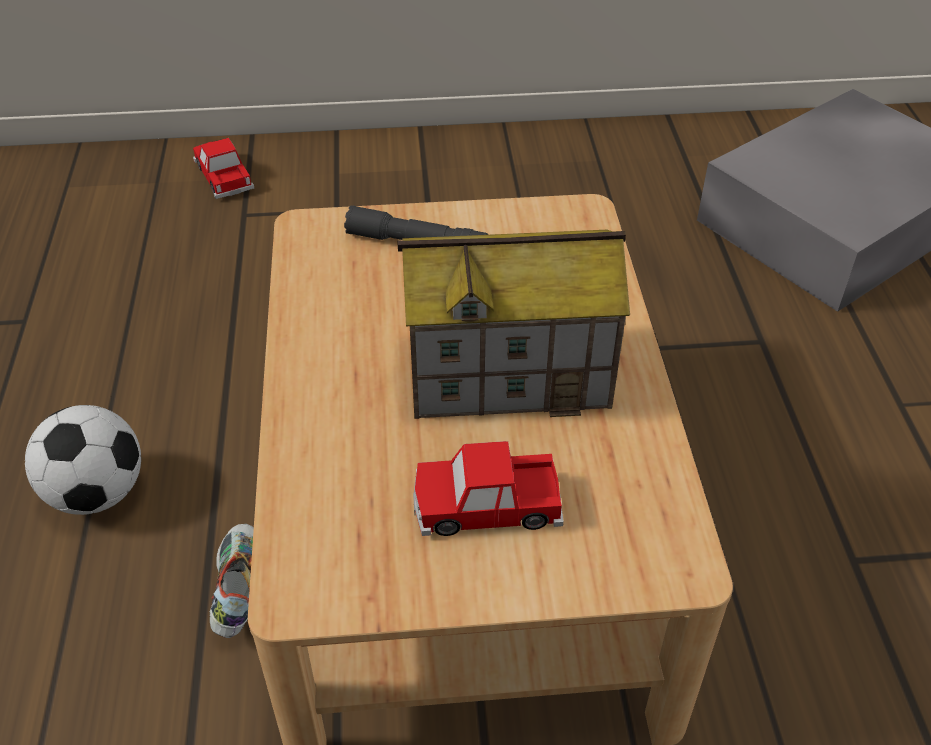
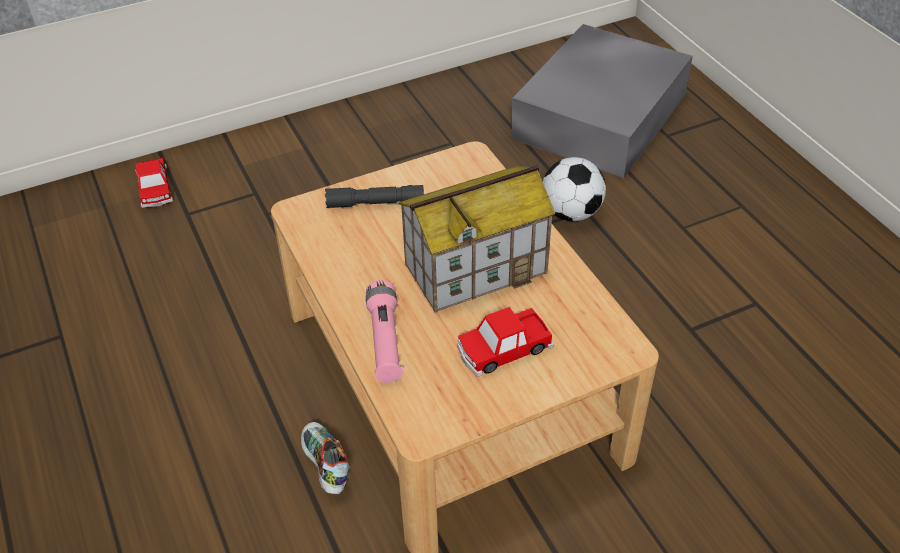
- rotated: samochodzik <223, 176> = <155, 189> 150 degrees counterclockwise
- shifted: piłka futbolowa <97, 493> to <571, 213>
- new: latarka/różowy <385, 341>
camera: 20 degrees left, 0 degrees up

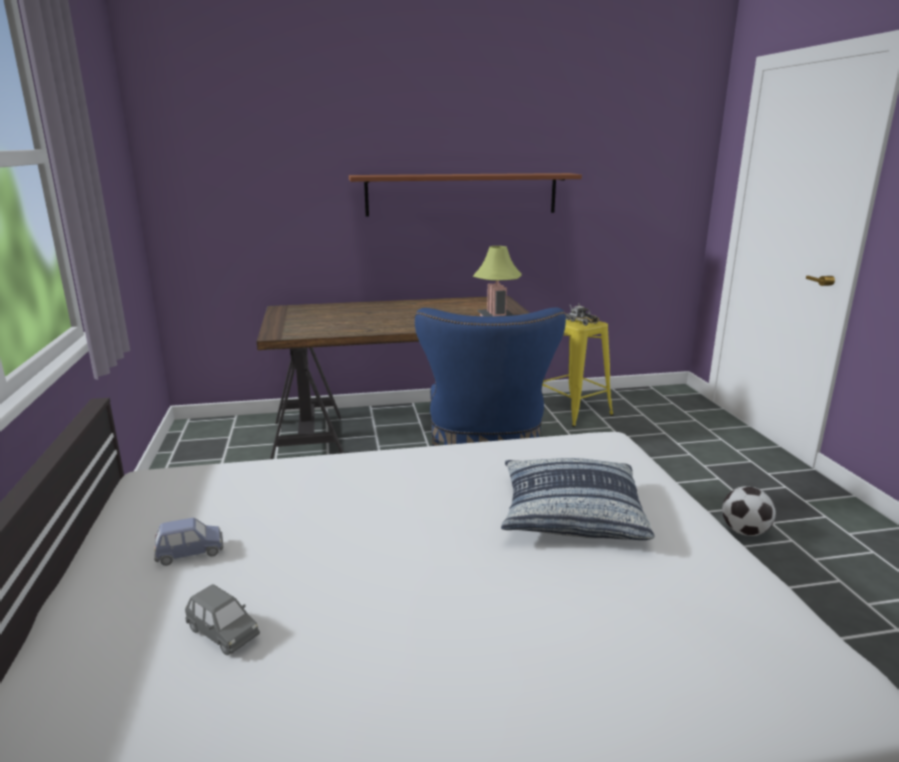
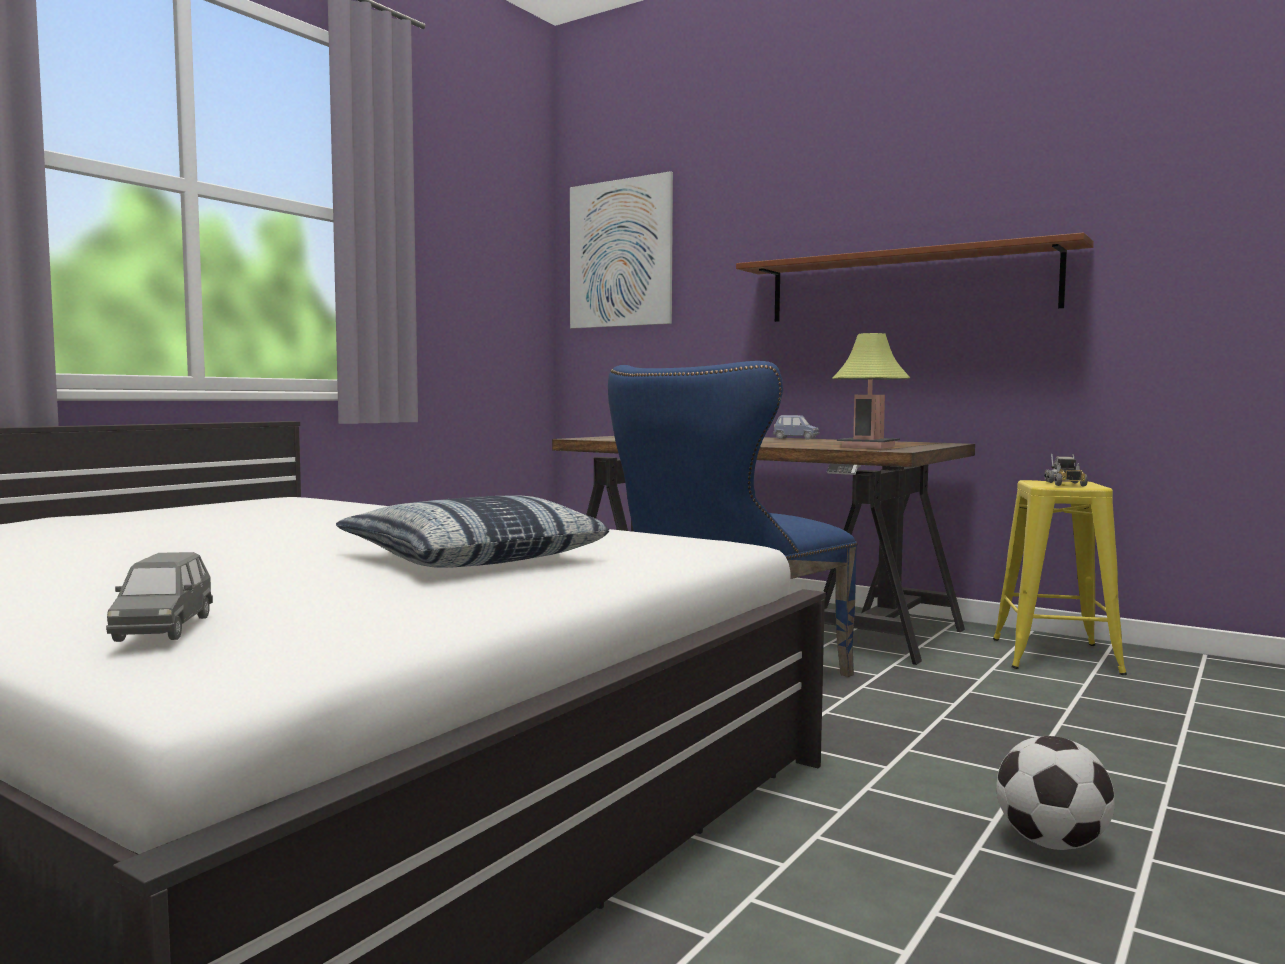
- shifted: samochodzik/niebieski <190, 553> to <796, 438>
- shifted: samochodzik/szary <223, 633> to <163, 629>
- new: obraz <620, 253>
camera: 45 degrees right, 15 degrees down

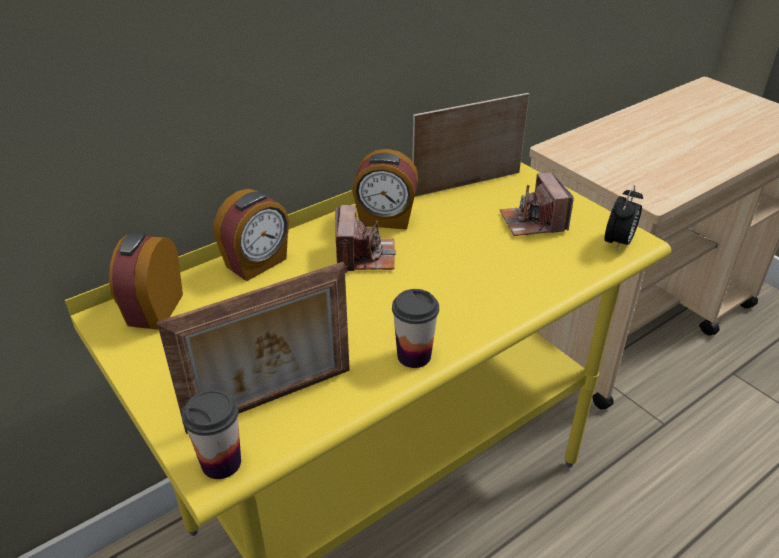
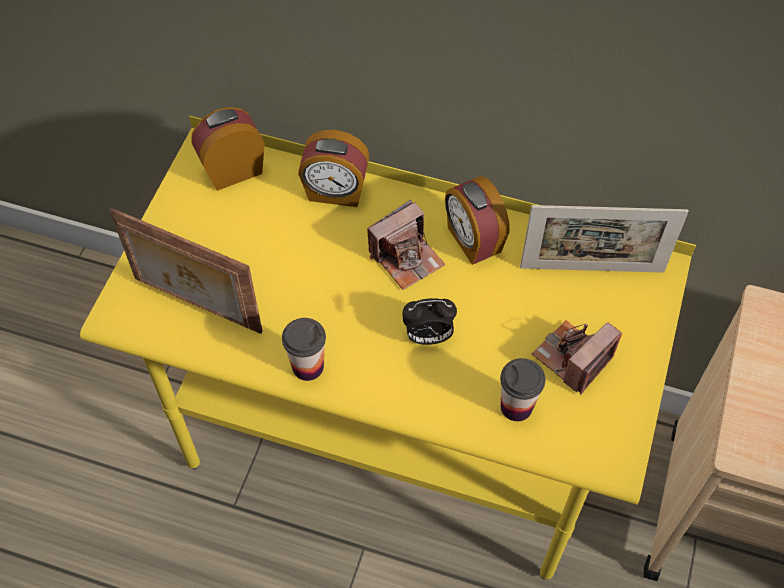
- rotated: ramka na zdjęcie <466, 184> = <592, 269> 150 degrees clockwise
- shifted: budzik <618, 243> to <428, 336>
- shifted: filiżanka <221, 463> to <516, 406>
camera: 55 degrees right, 20 degrees up

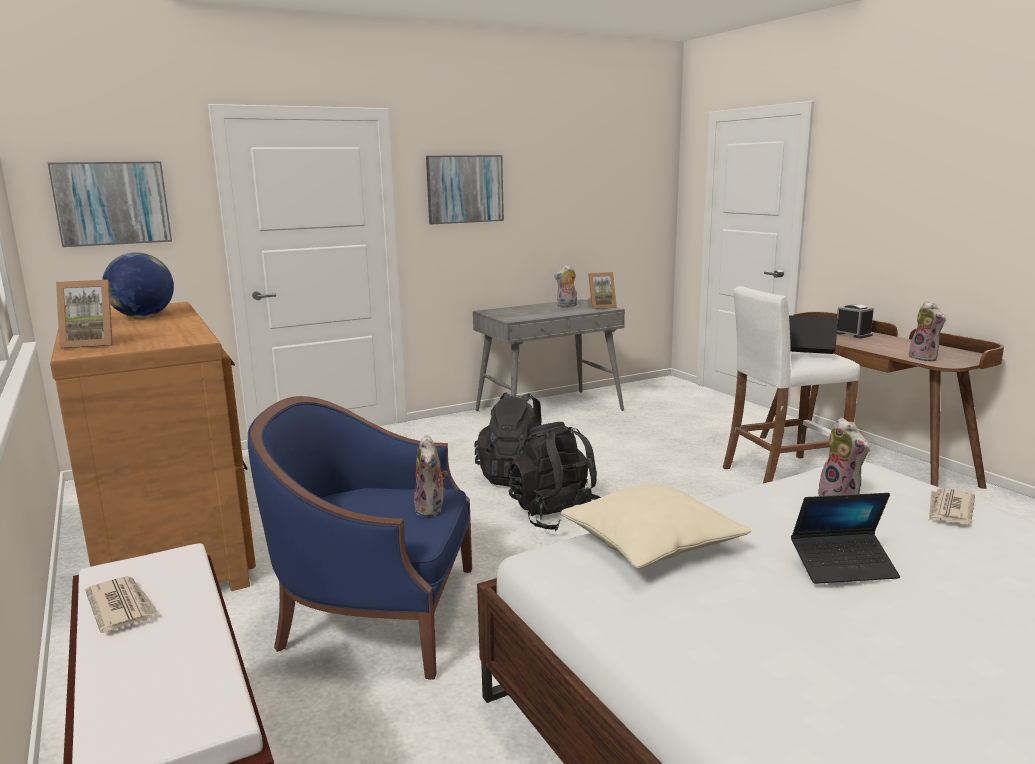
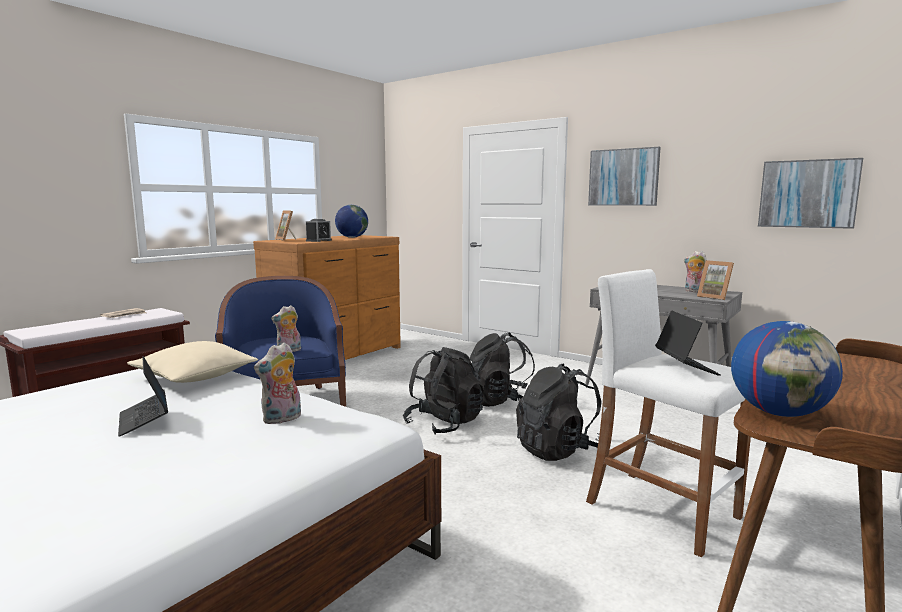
- shifted: obraz <112, 203> to <808, 194>
- swapped: pluszak <925, 358> to globus <779, 413>
- shifted: budzik <853, 334> to <318, 241>
- gone: gazeta <949, 509>
- new: plecak/czarny <558, 450>
camera: 65 degrees right, 5 degrees down

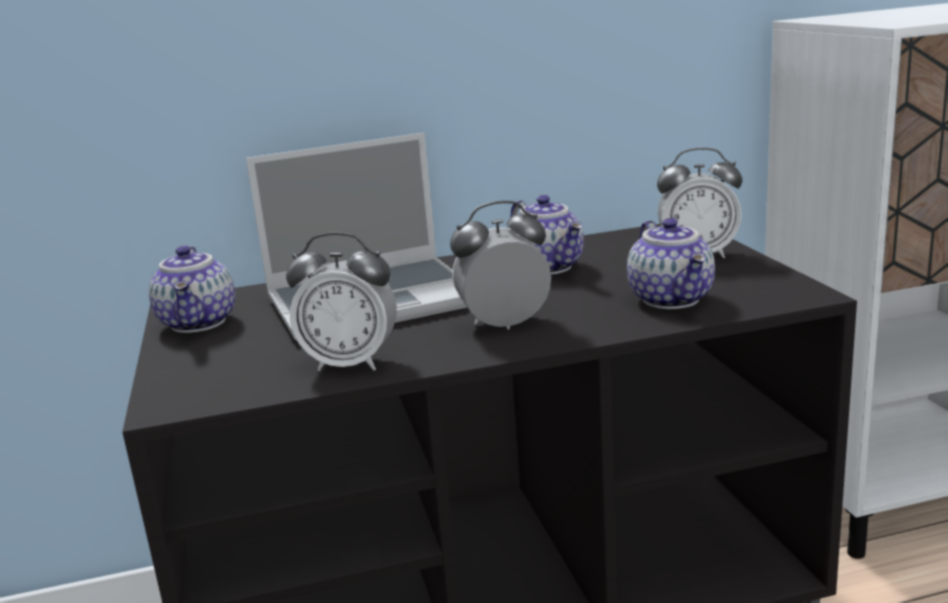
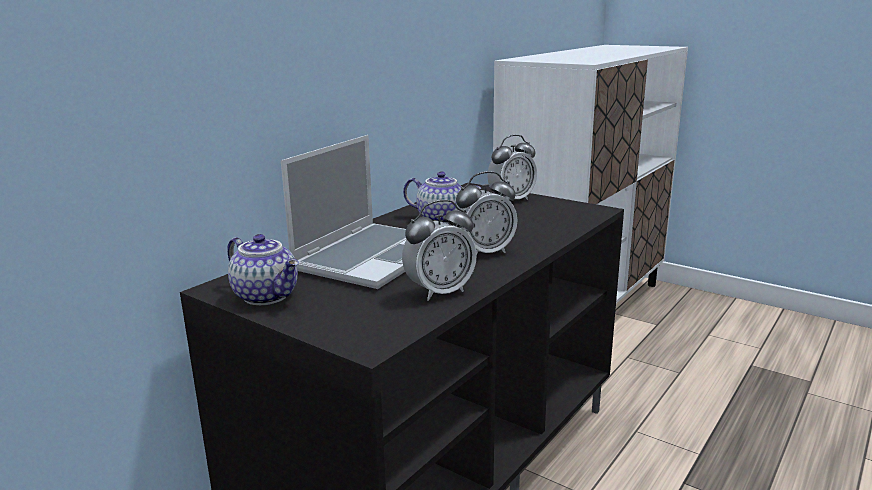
- rotated: budzik <504, 324> = <484, 252> 150 degrees counterclockwise
- gone: imbryk <673, 299>
camera: 40 degrees left, 0 degrees up

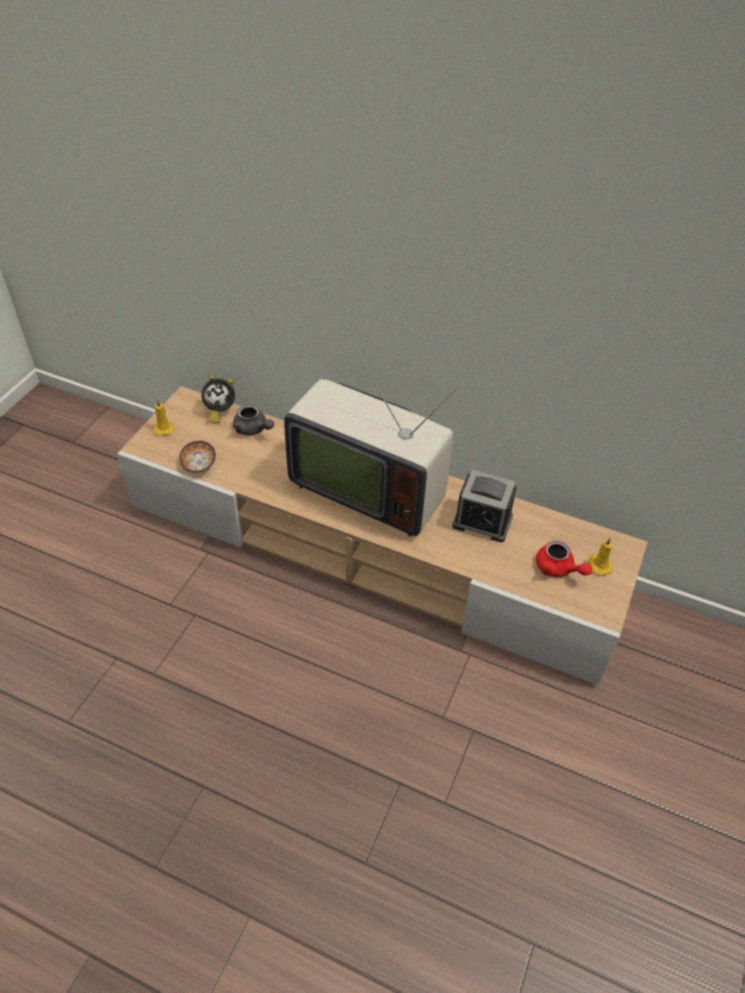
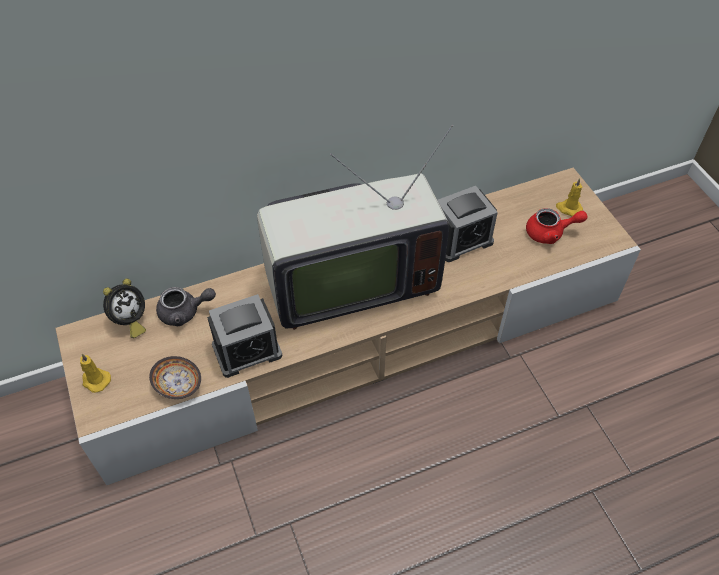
- new: budzik <247, 350>
camera: 45 degrees left, 5 degrees up

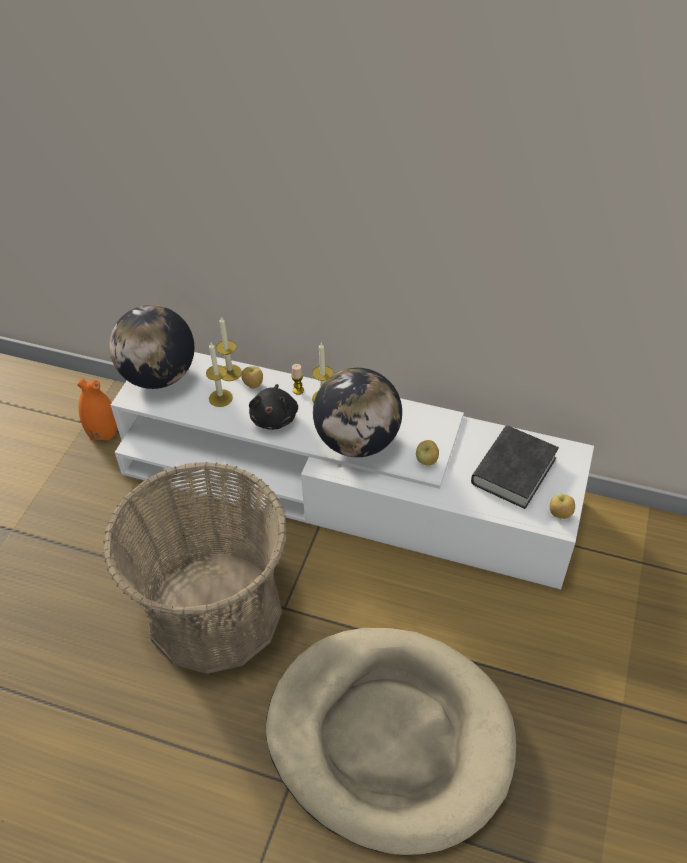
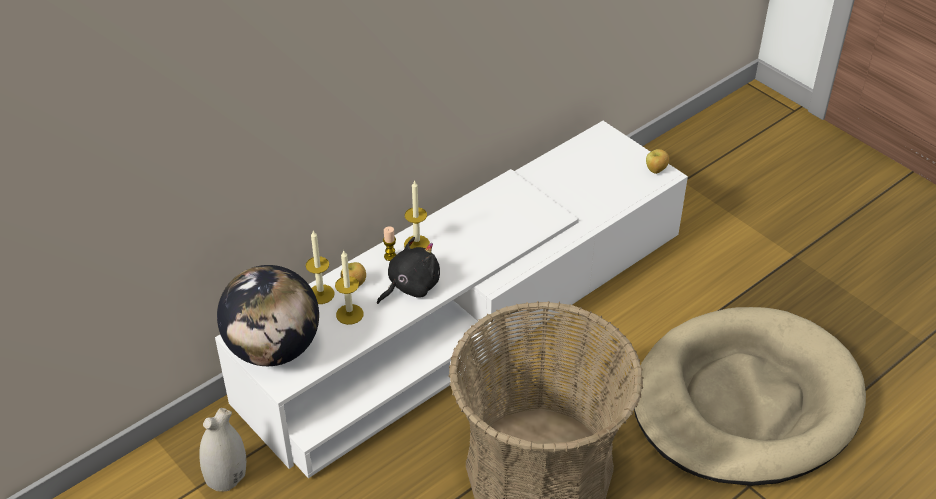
- gone: globus <357, 441>
- repainted: wazon/pomarańczowy <103, 432> to wazon/biały <226, 476>
- rotated: pluszak/czarny <274, 417> = <410, 286> 75 degrees counterclockwise
- gone: książka/czarny <513, 471>
- gone: jabłko <427, 461>
camera: 60 degrees left, 5 degrees down

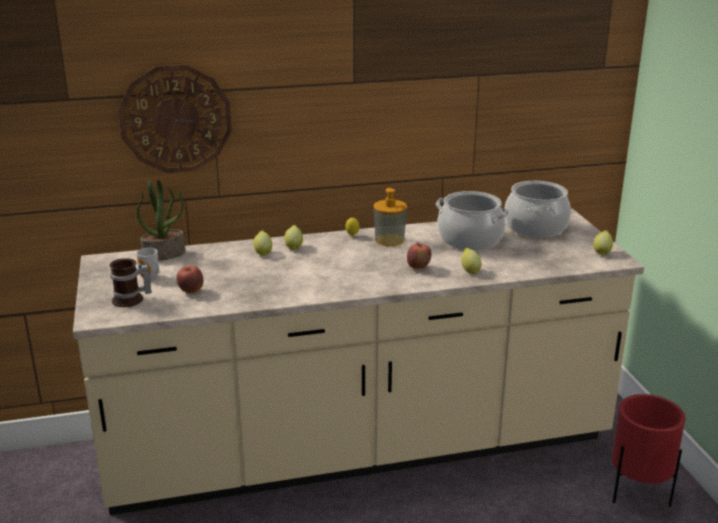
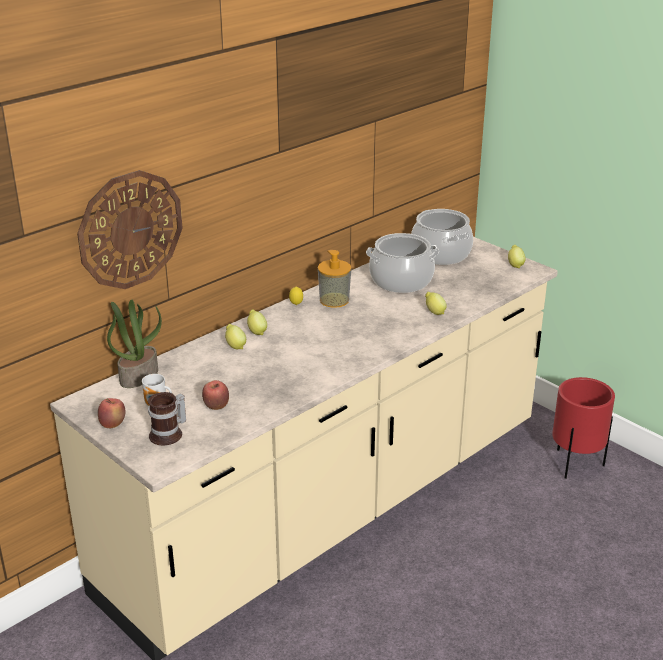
- shifted: jabłko <418, 267> to <113, 425>
camera: 30 degrees left, 5 degrees up

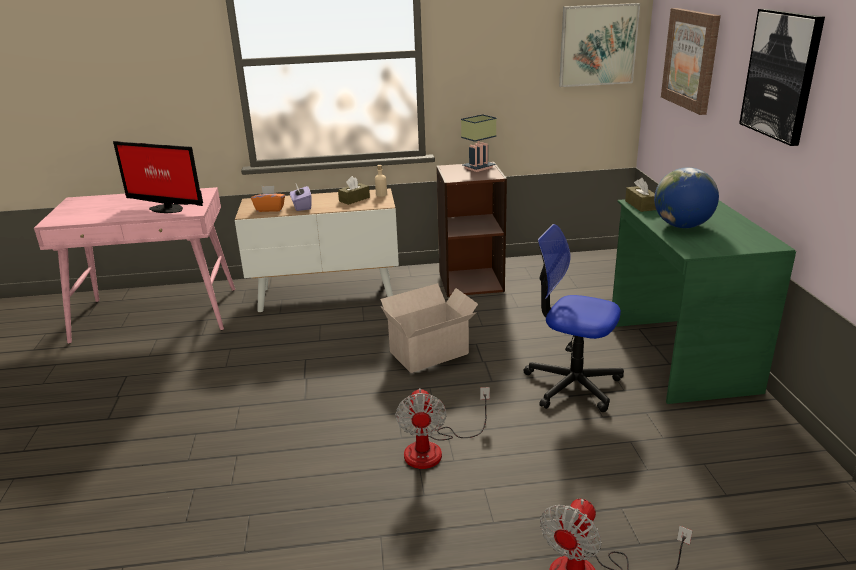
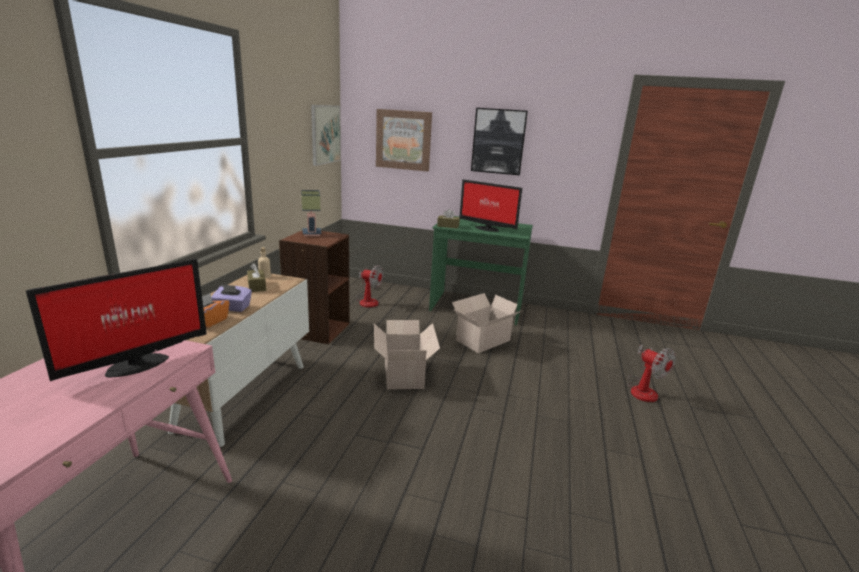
- swapped: globus <682, 226> to monitor <487, 228>
- swapped: krzesło biurowe <572, 384> to karton <481, 341>
- shifted: wentylator <434, 449> to <367, 300>
camera: 70 degrees left, 5 degrees down

